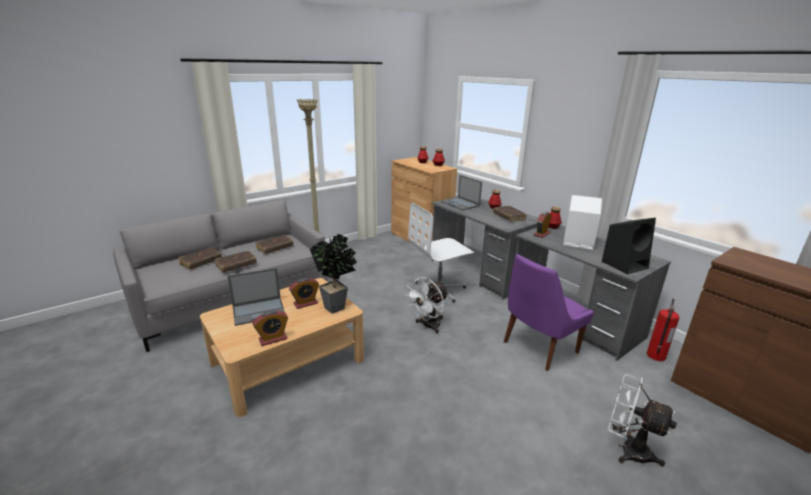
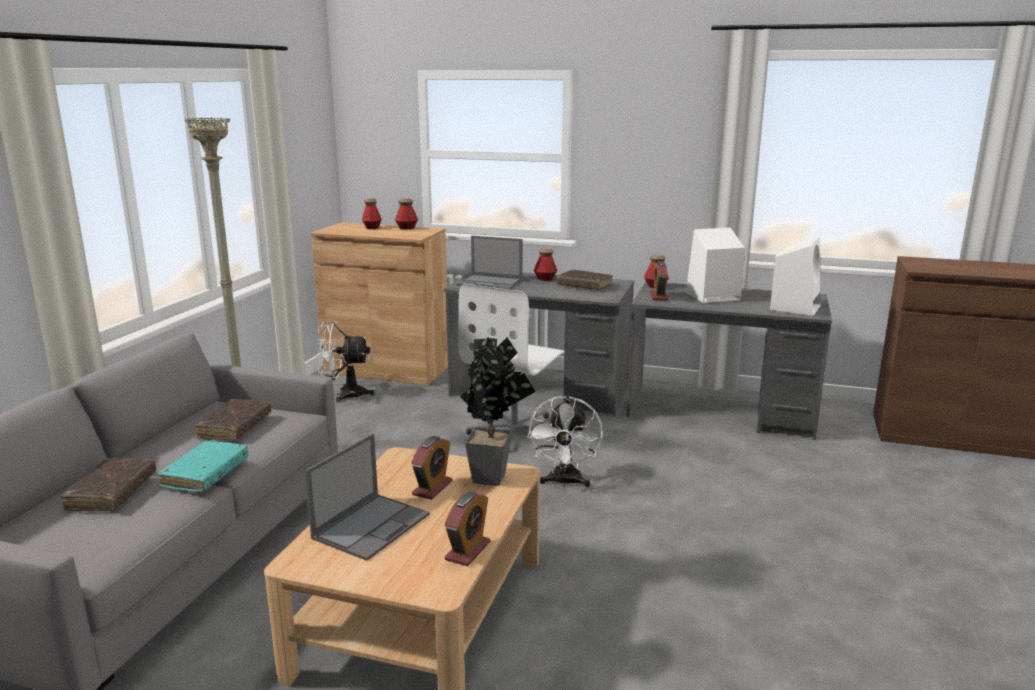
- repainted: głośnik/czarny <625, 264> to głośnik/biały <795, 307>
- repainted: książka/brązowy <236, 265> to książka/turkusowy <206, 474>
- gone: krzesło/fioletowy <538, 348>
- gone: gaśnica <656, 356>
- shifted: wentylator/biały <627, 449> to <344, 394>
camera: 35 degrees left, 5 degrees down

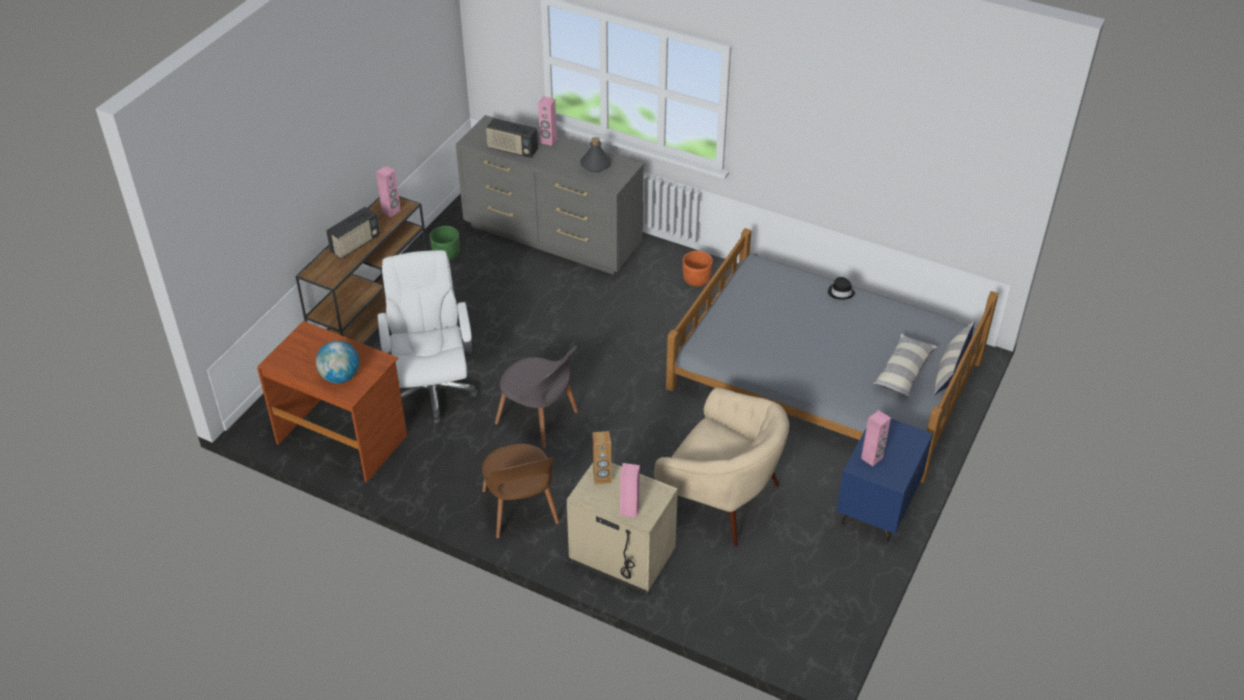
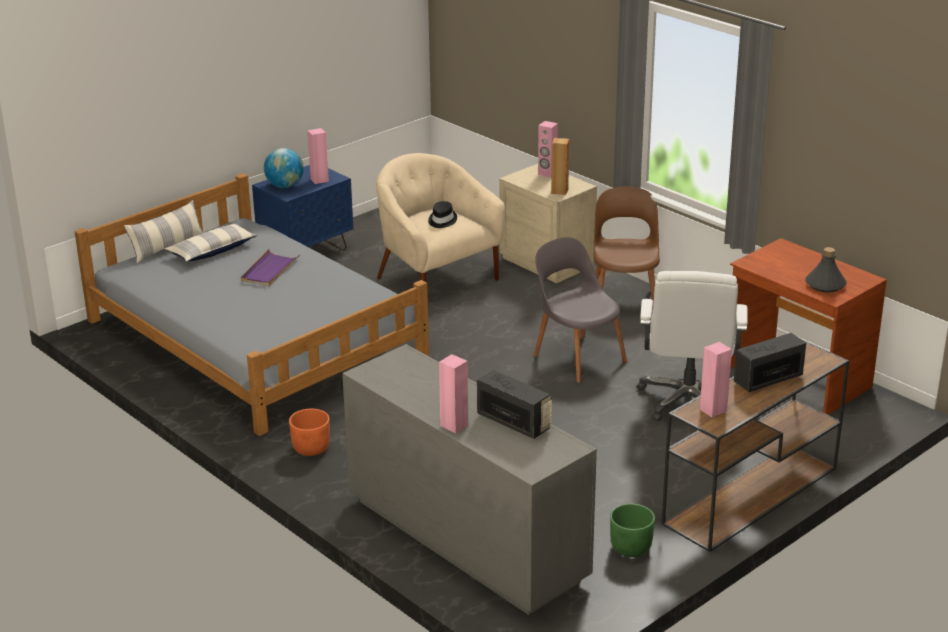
- shifted: butelka/szary <595, 164> to <825, 284>
- shifted: kapelusz/czarny <841, 292> to <441, 220>
- shifted: globus <340, 377> to <285, 186>
- new: taca/fioletowy <269, 270>
camera: 160 degrees left, 15 degrees down

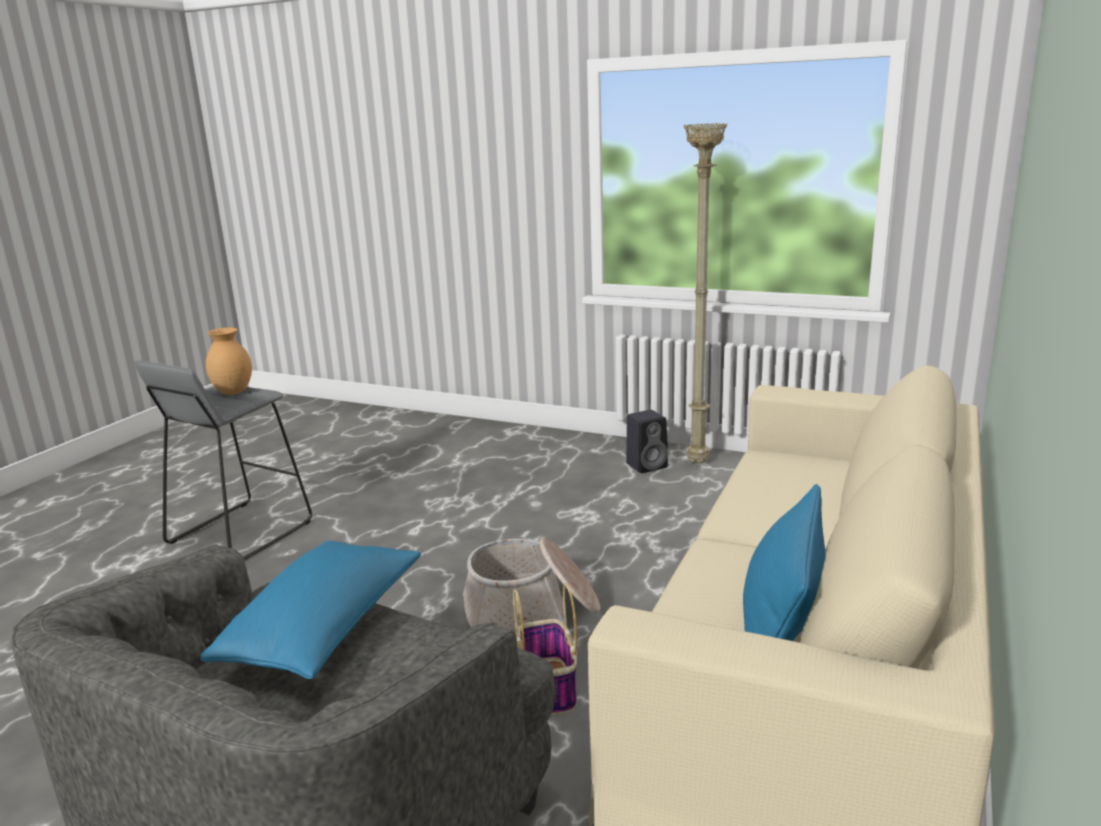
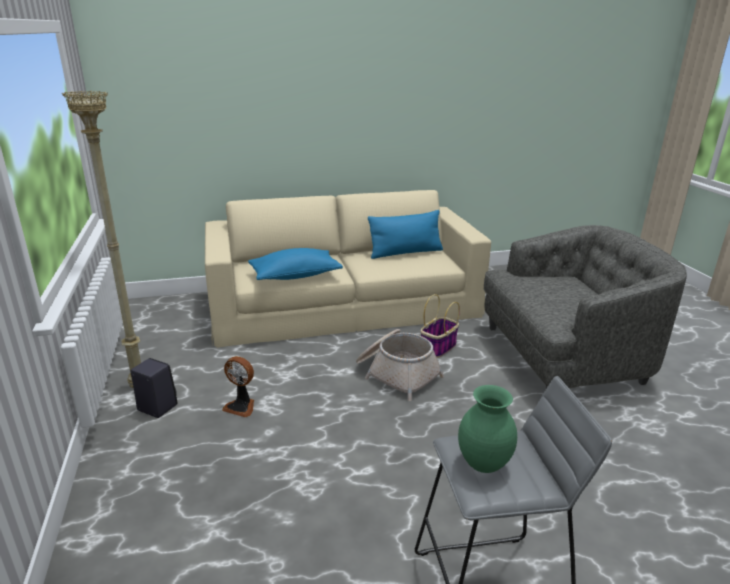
- repainted: wazon/brązowy <232, 392> to wazon/zielony <484, 464>
- shifted: poduszka/niebieski <325, 629> to <295, 276>
- new: wentylator <241, 406>
camera: 130 degrees left, 5 degrees up

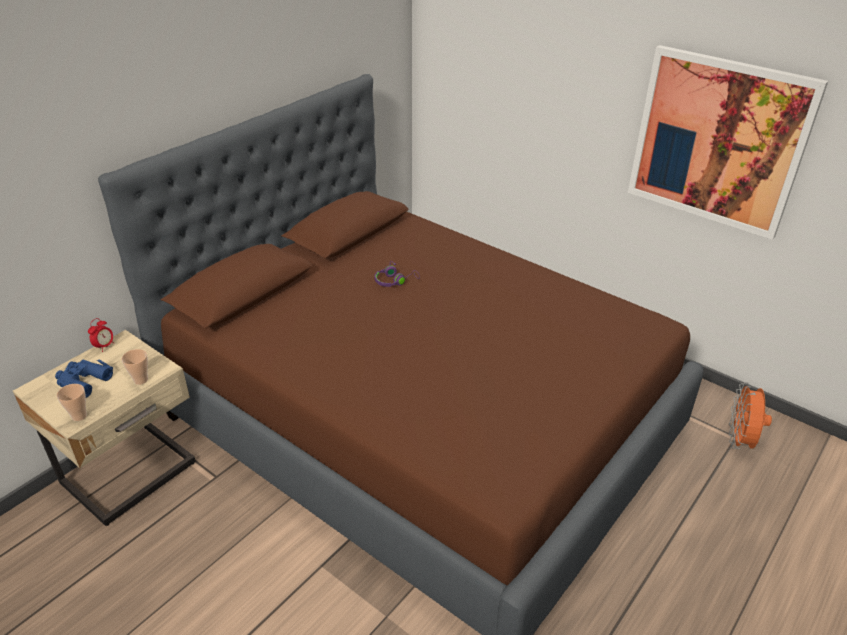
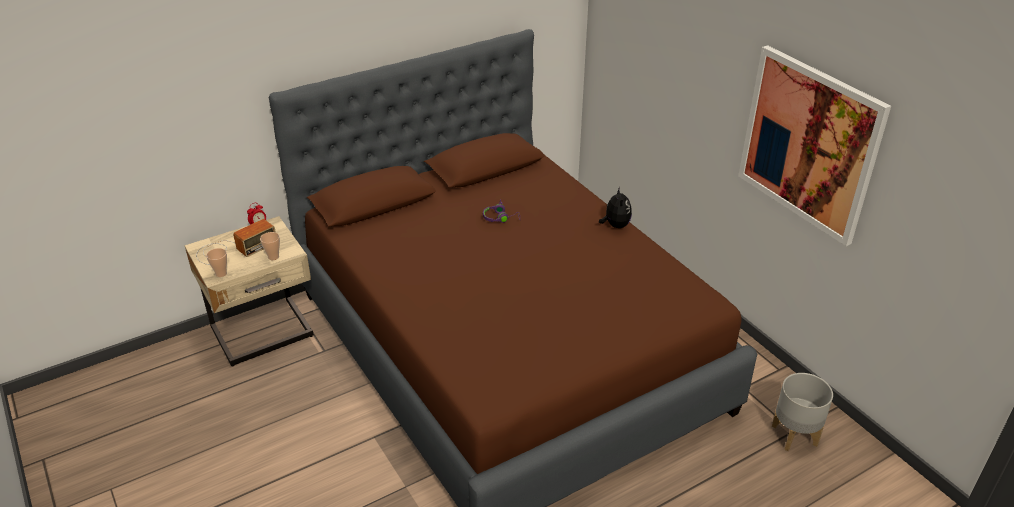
- swapped: lornetka/niebieski <83, 381> to radio <233, 249>
- swapped: wentylator/pomarańczowy <740, 441> to donica/szary <795, 436>
- new: pluszak <615, 225>
camera: 20 degrees right, 0 degrees up

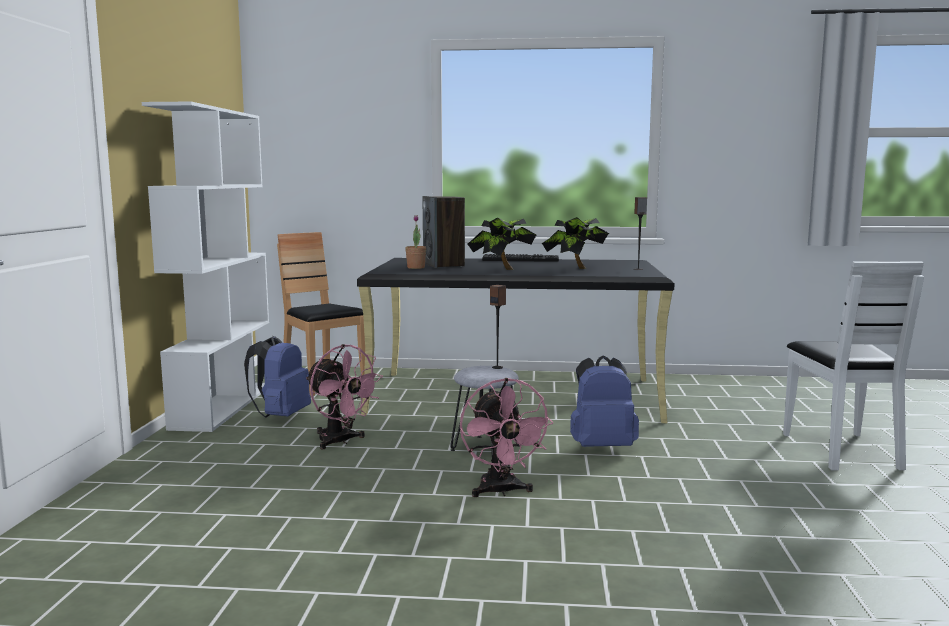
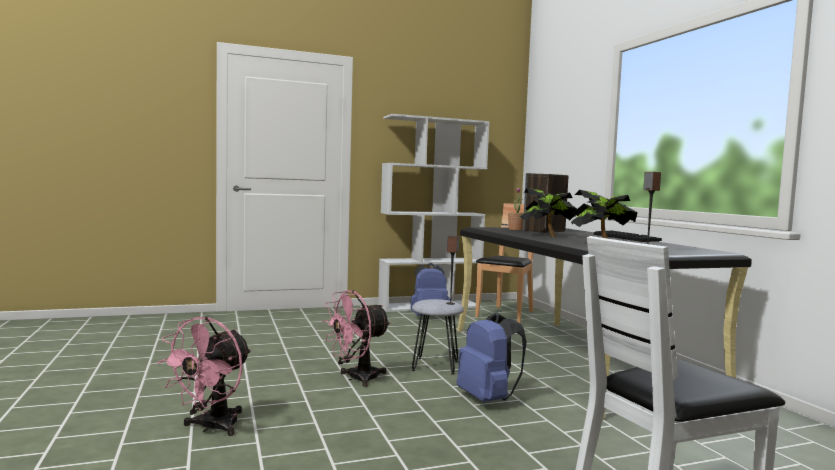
- shifted: wentylator/różowy <340, 441> to <211, 428>
camera: 65 degrees right, 5 degrees down

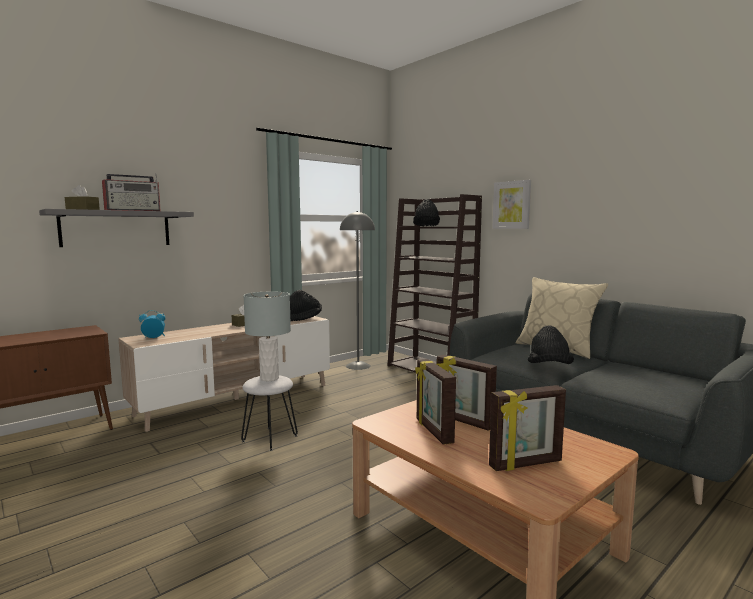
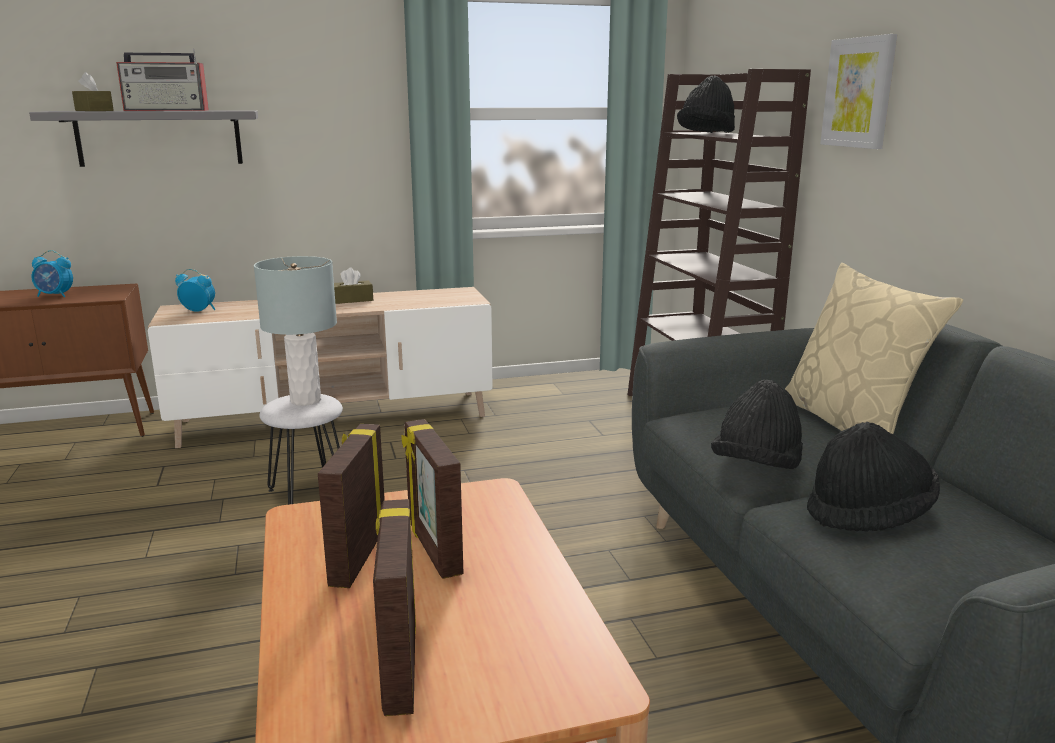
- gone: lampa stojąca/szary <357, 366>
- shifted: kapelusz/czarny <304, 319> to <868, 514>
- rotated: ramka na zdjęcie <526, 464> = <398, 666> 75 degrees clockwise
- new: budzik <55, 295>
camera: 25 degrees right, 10 degrees up

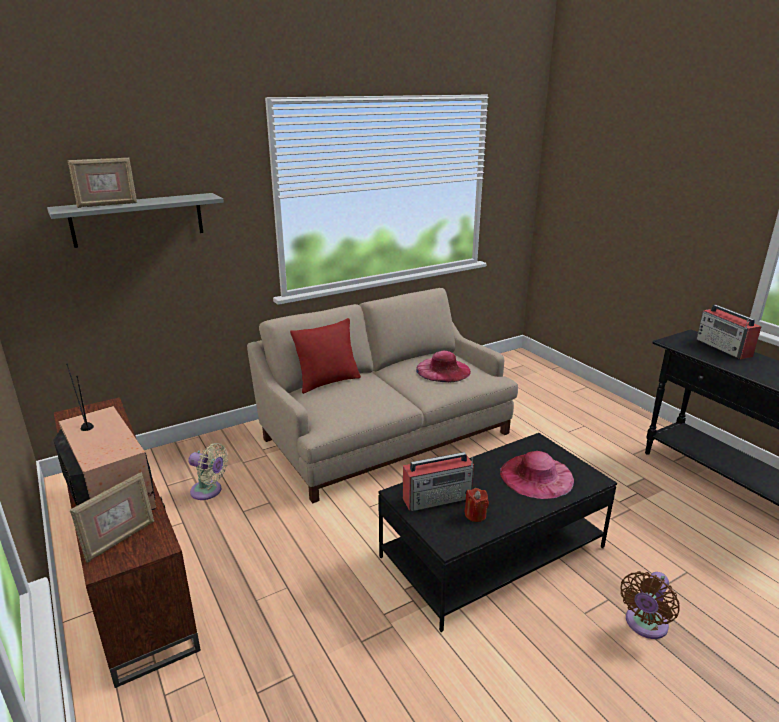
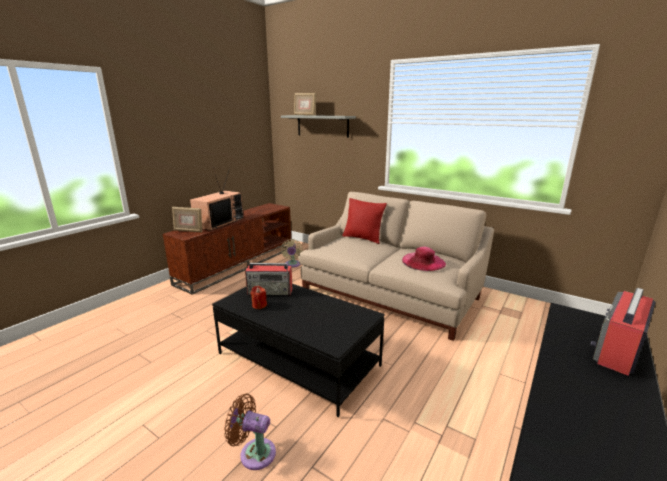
- gone: kapelusz/różowy <536, 476>
- rotated: radio <438, 498> = <270, 291> 45 degrees counterclockwise
camera: 65 degrees right, 5 degrees down

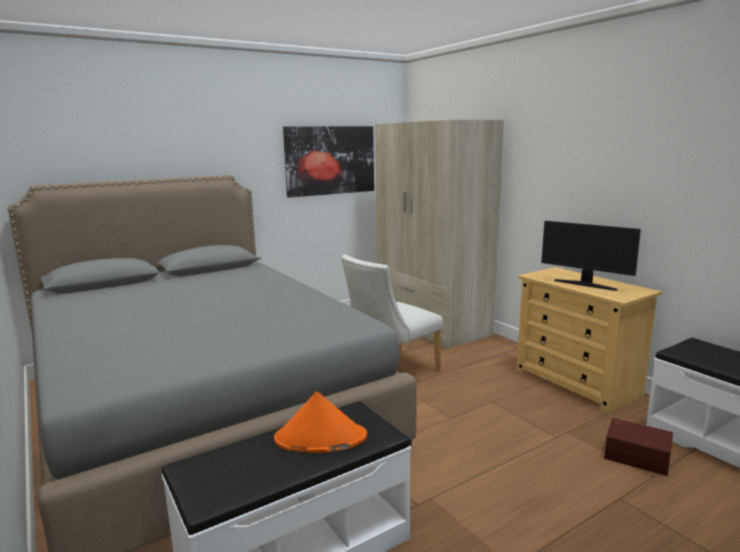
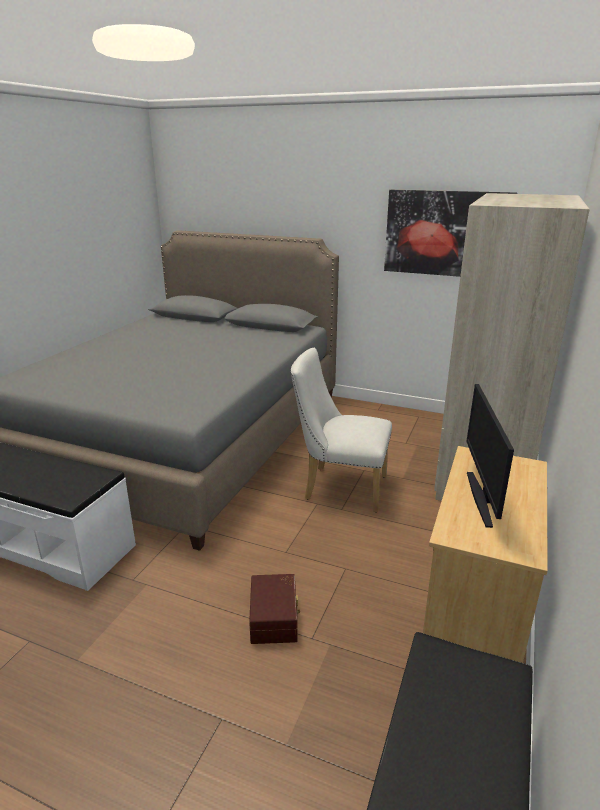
- gone: kapelusz/pomarańczowy <320, 438>
- shifted: pojemnik do przechowywania/brązowy <636, 455> to <275, 618>
camera: 55 degrees right, 10 degrees up

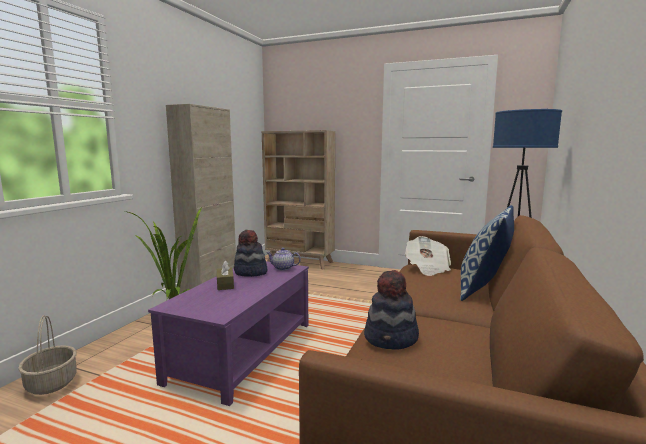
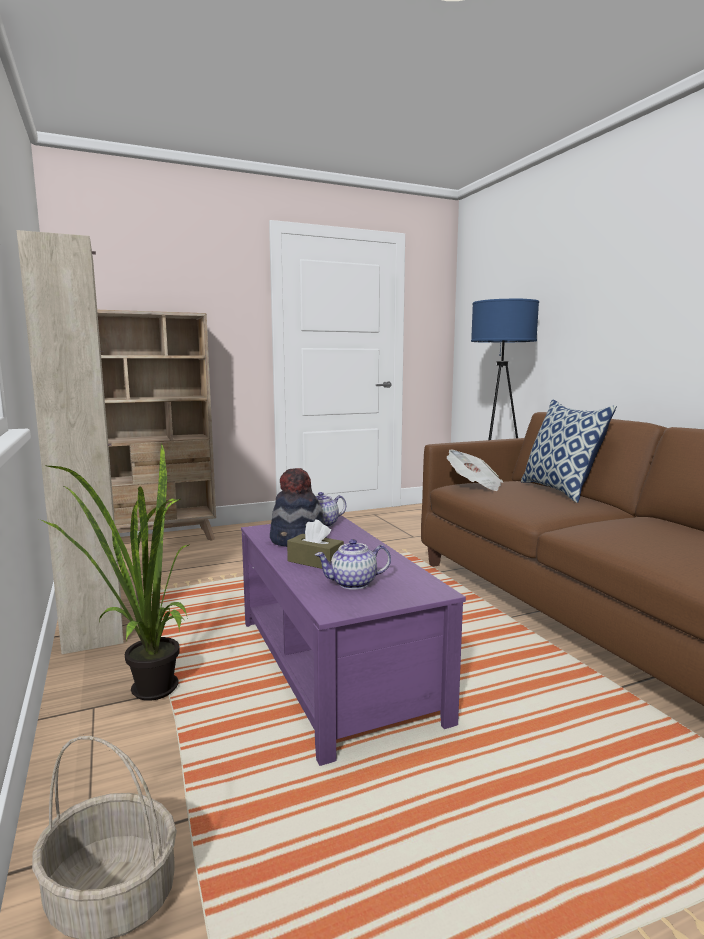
- gone: kapelusz <391, 338>
- new: imbryk <353, 583>
camera: 45 degrees left, 0 degrees up

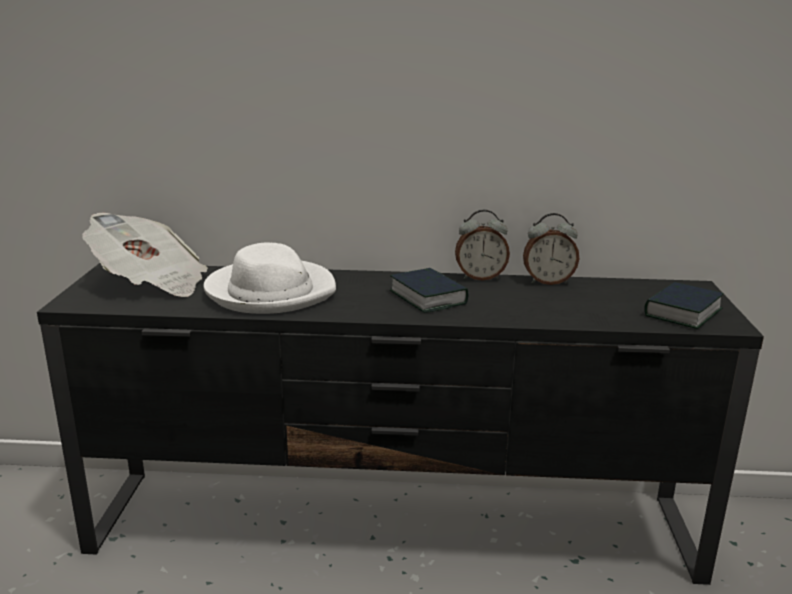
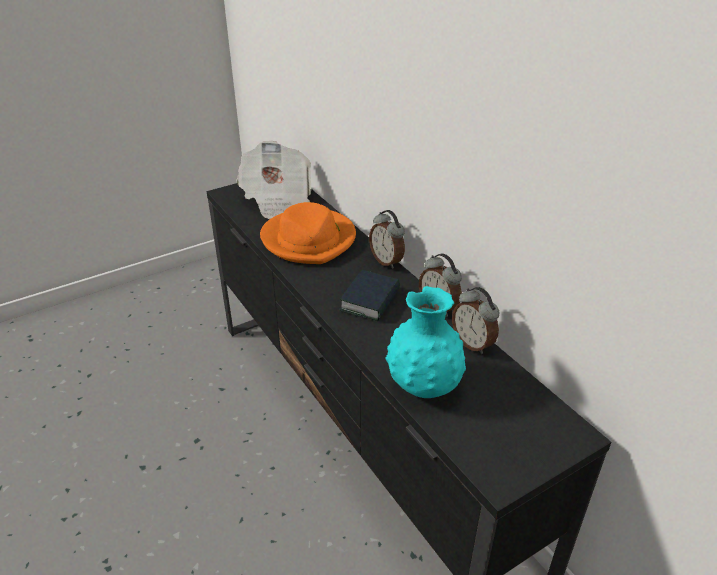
- repainted: kapelusz/biały <270, 291> to kapelusz/pomarańczowy <309, 239>
- gone: książka <682, 313>
- new: budzik <387, 261>
- new: wazon/turkusowy <424, 386>
camera: 55 degrees right, 15 degrees up

